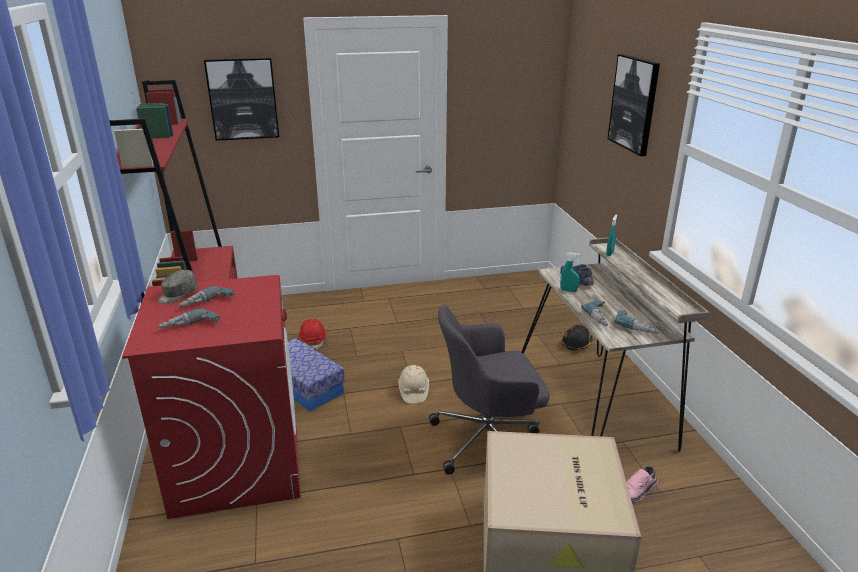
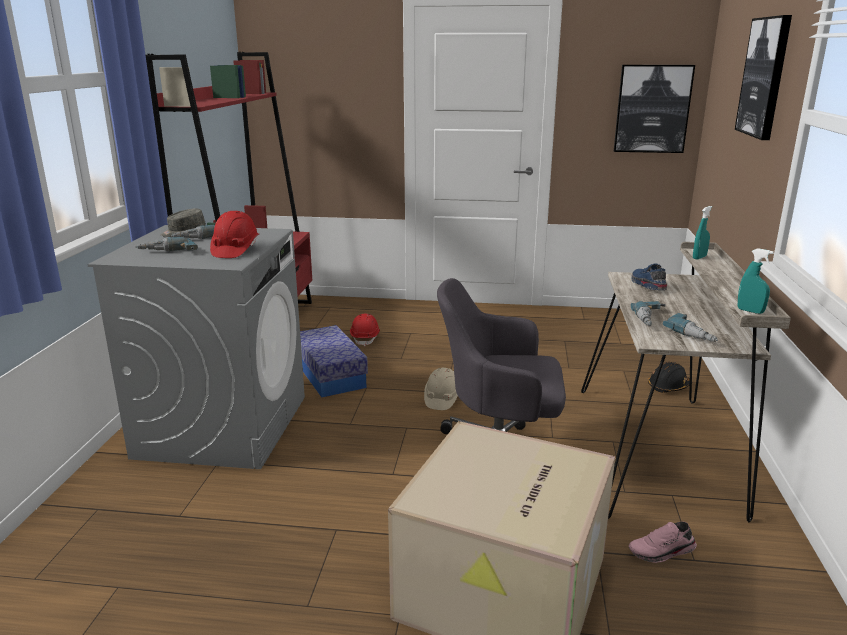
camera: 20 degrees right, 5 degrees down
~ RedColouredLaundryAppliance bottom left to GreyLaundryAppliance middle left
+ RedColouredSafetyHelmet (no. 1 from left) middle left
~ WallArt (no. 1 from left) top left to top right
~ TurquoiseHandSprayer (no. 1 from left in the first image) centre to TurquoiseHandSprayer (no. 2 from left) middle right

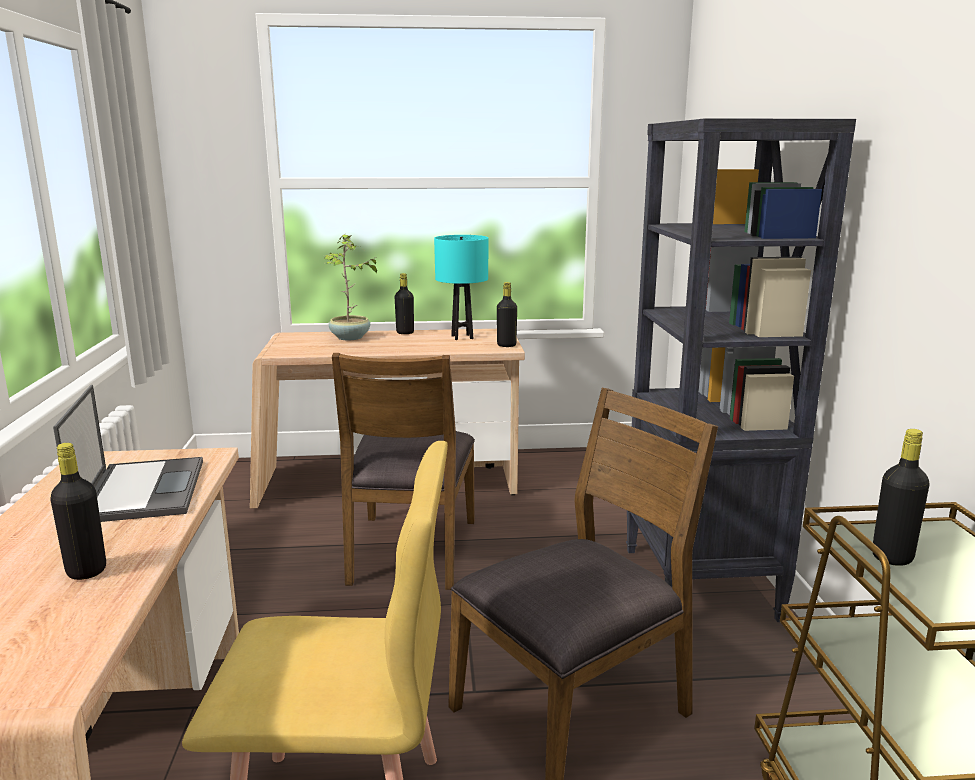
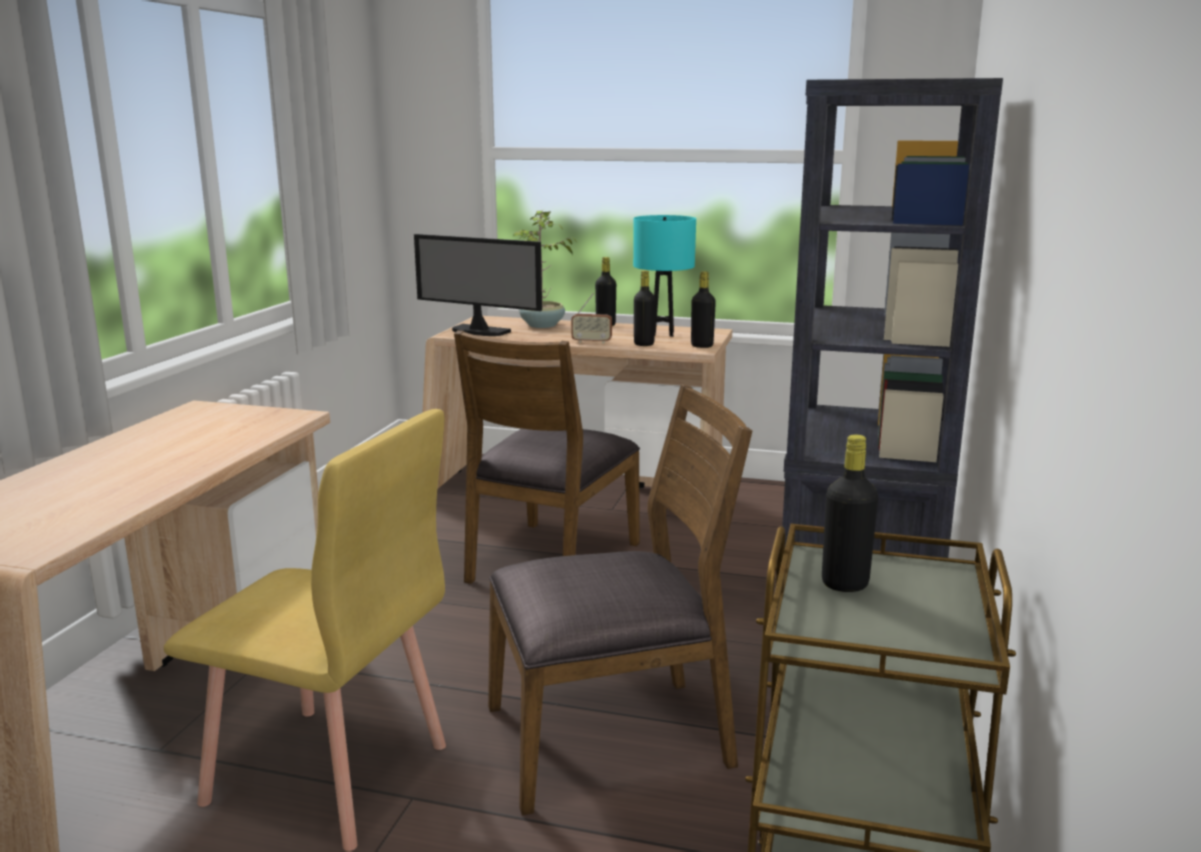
camera: 20 degrees right, 0 degrees up
+ Monitor centre
+ RadioSet centre
~ BlackishDrinkBottle (no. 1 from left in the first image) middle left to BlackishDrinkBottle (no. 2 from left) centre
- Laptop middle left

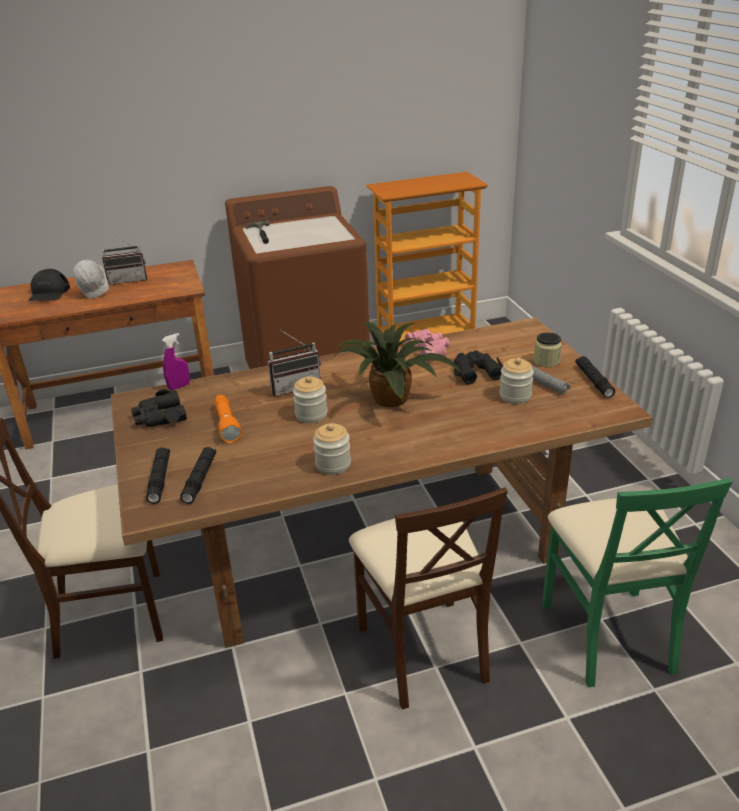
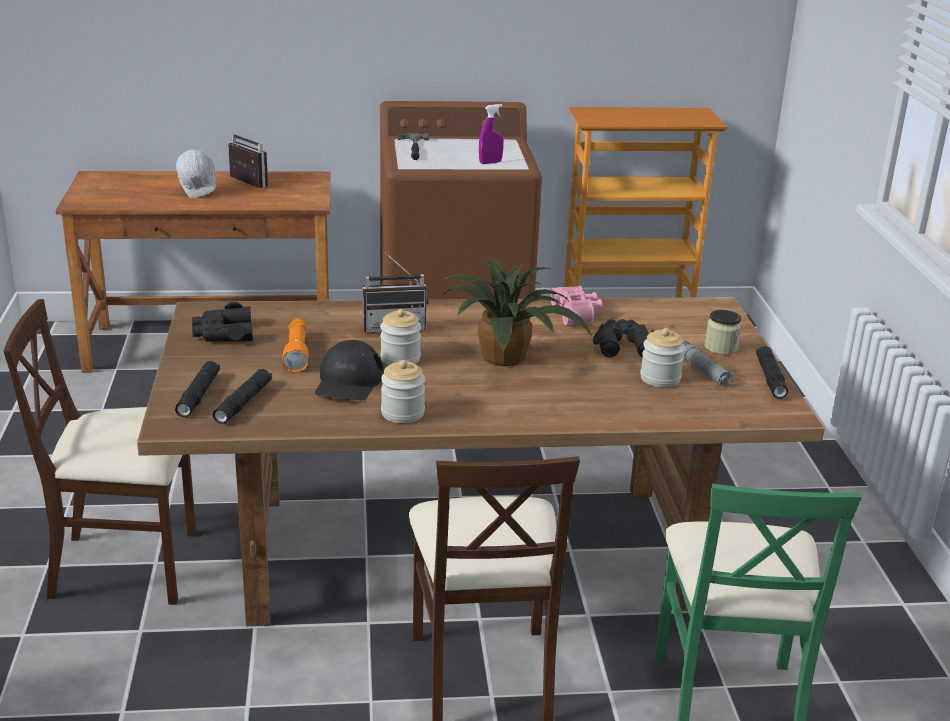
camera: 10 degrees right, 5 degrees down
~ RadioSet (no. 1 from left) top left = top left 135 degrees counterclockwise
~ BlackishCap middle left to centre
~ PurpleColouredHandSprayer middle left to top centre

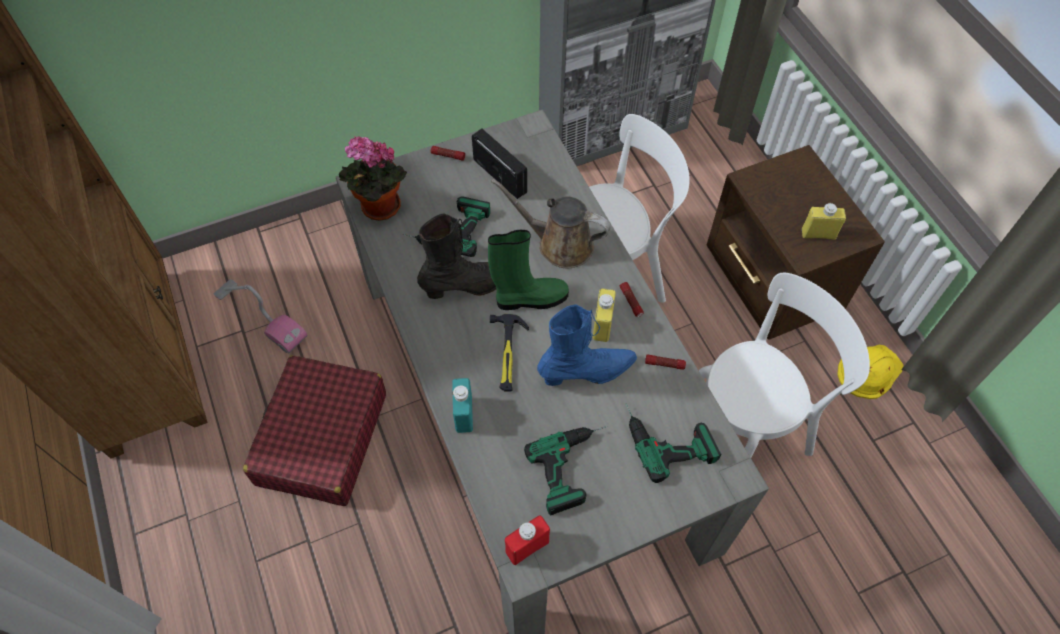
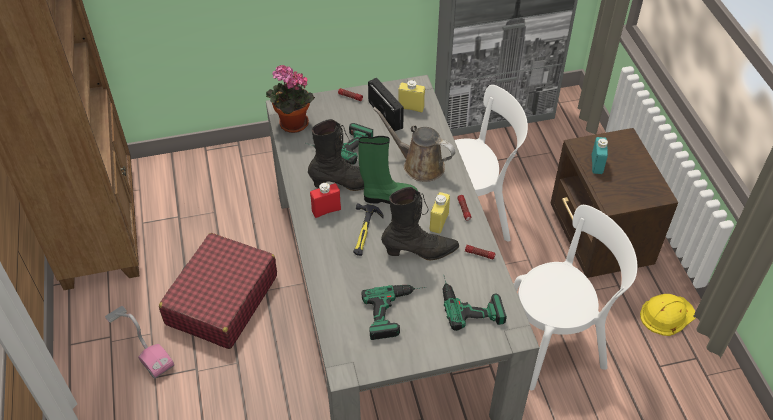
camera: 10 degrees right, 10 degrees down
~ Hoover middle left to bottom left
~ RedColouredDrinkBottle bottom centre to centre
~ BlueHighTopBoot centre to BlackishHighTopBoot (no. 2 from left) centre
~ YellowDrinkBottle (no. 2 from left in the first image) middle right to YellowDrinkBottle (no. 1 from left) top centre
~ TurquoiseDrinkBottle centre to middle right

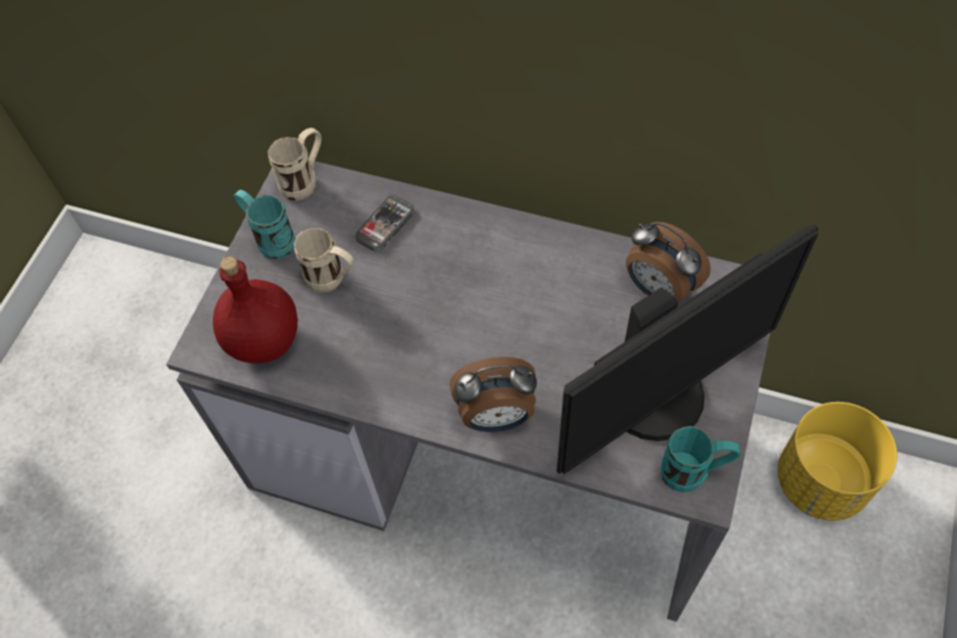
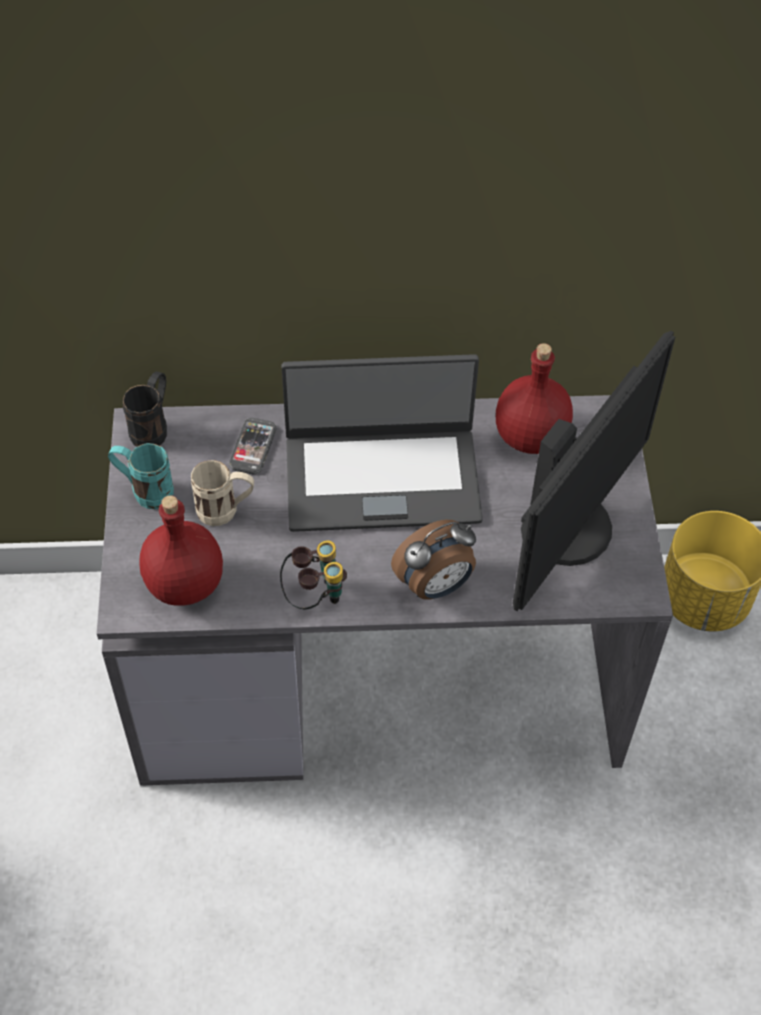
camera: 25 degrees left, 5 degrees down
~ BeigeColouredCoffeeMug (no. 1 from left) top left to BlackishCoffeeMug middle left
+ PairOfBinoculars centre
+ Laptop centre
~ BedsideClock (no. 2 from left) middle right to RedColouredDrinkBottle (no. 2 from left) middle right
- TurquoiseCoffeeMug (no. 2 from left) bottom right

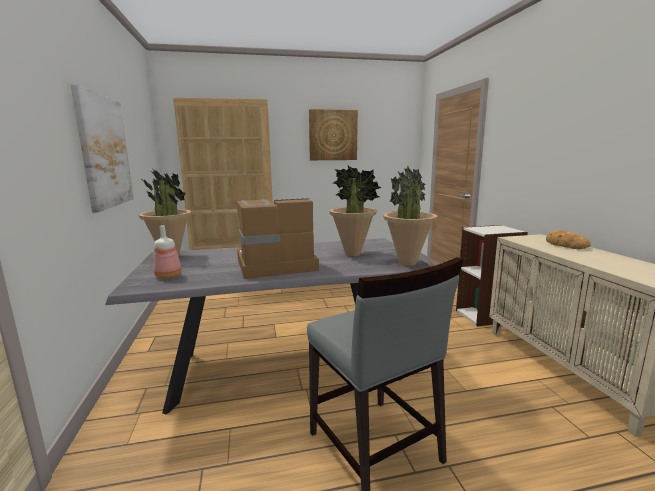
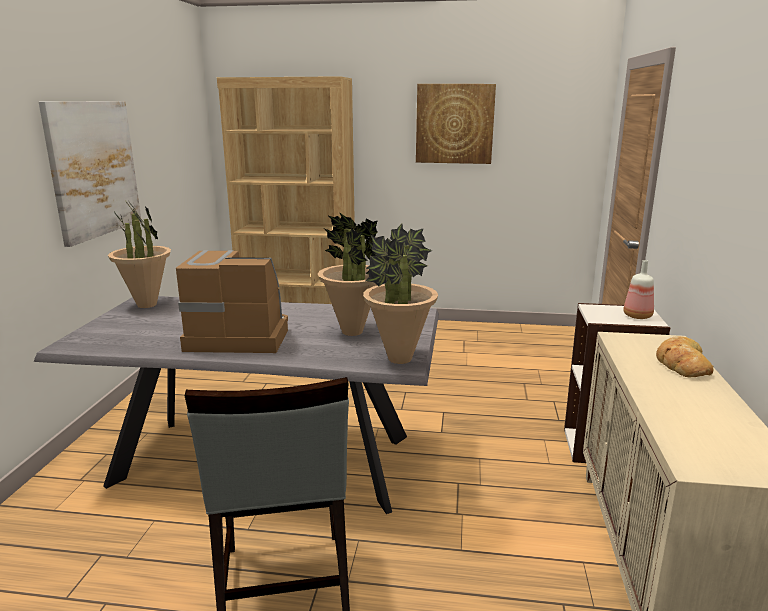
camera: 20 degrees right, 5 degrees up
~ DrinkBottle middle left to middle right

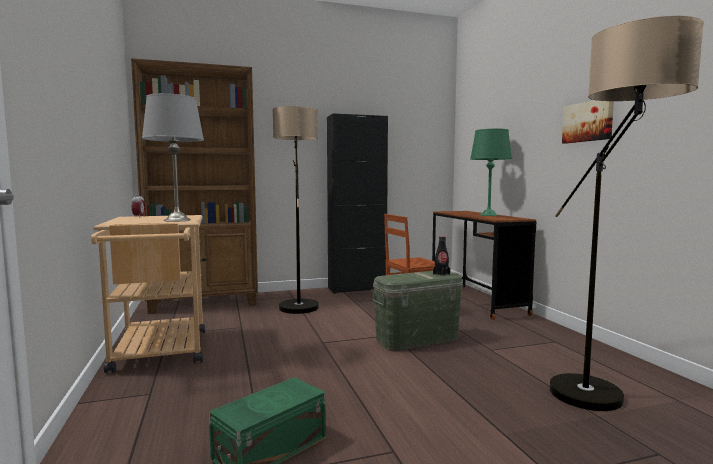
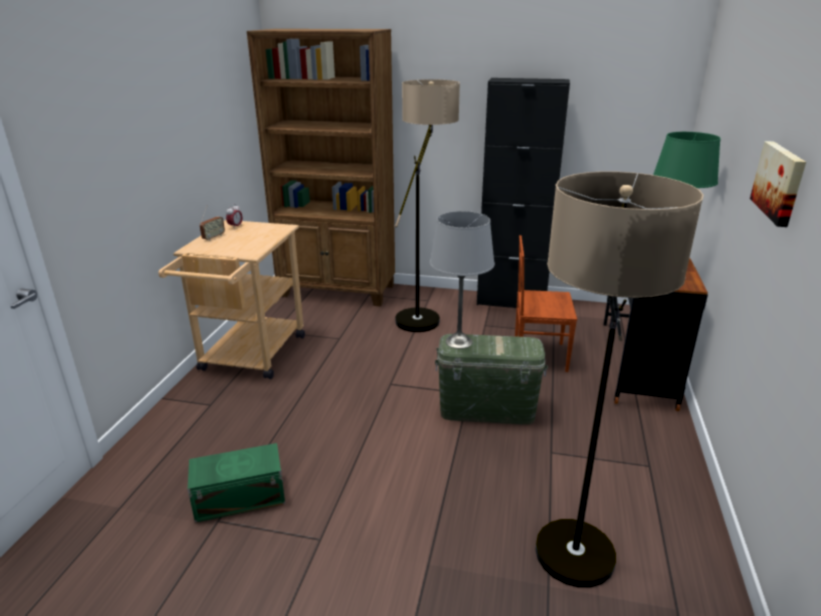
camera: 30 degrees right, 20 degrees up
+ RadioSet middle left
~ GreyTabletopLamp middle left to centre
- BlackishDrinkBottle centre

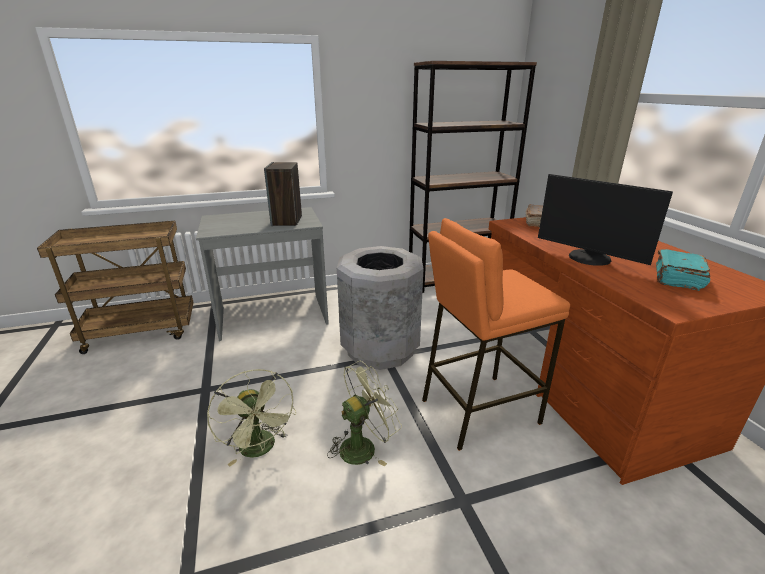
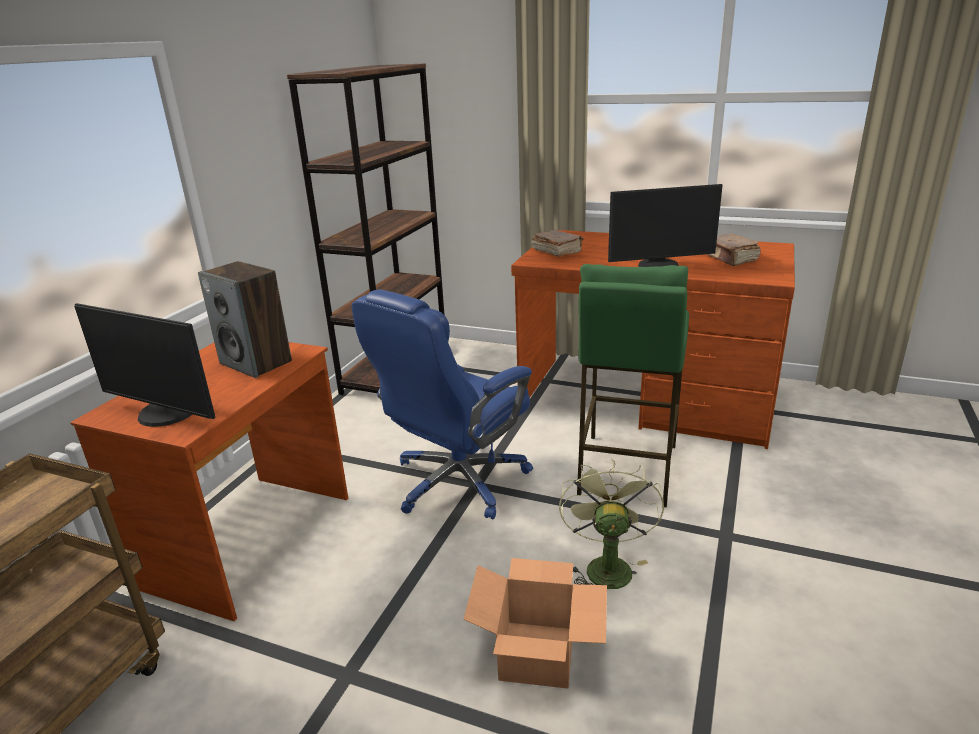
camera: 50 degrees left, 0 degrees up
~ GreyDesk centre to BrownishDesk (no. 1 from left) middle left
+ Monitor (no. 1 from left) middle left
~ GreyRubbishBin centre to BlueOfficeChair centre
~ GreenFan (no. 1 from left) bottom left to PackingBox bottom centre
~ OrangeyStool centre to GreenStool centre
~ TurquoiseVolume middle right to BrownishVolume (no. 2 from left) middle right

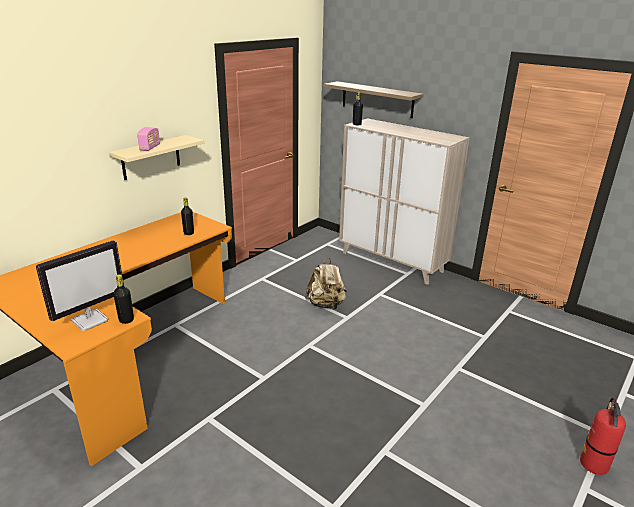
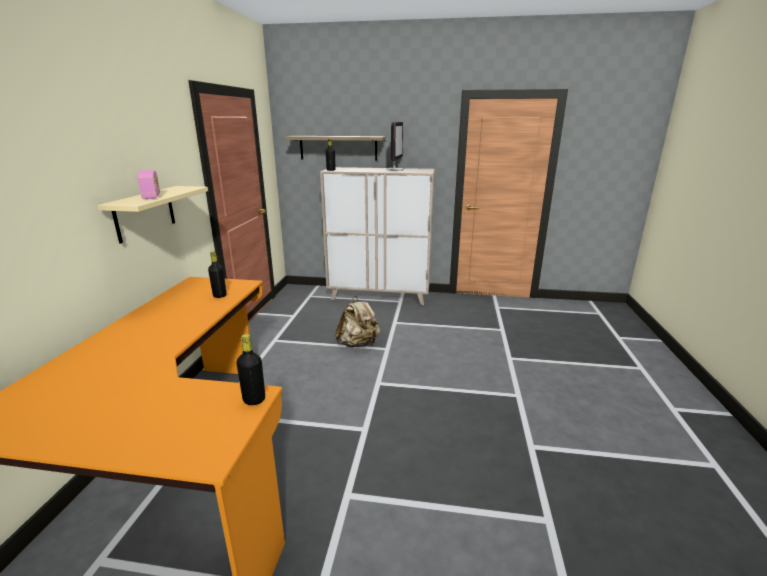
camera: 30 degrees left, 5 degrees down
~ Monitor middle left to top centre
- FireExtinguisher bottom right

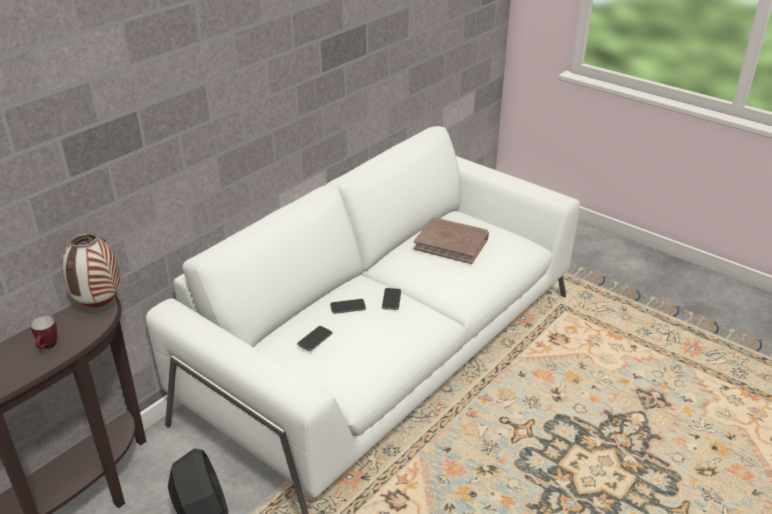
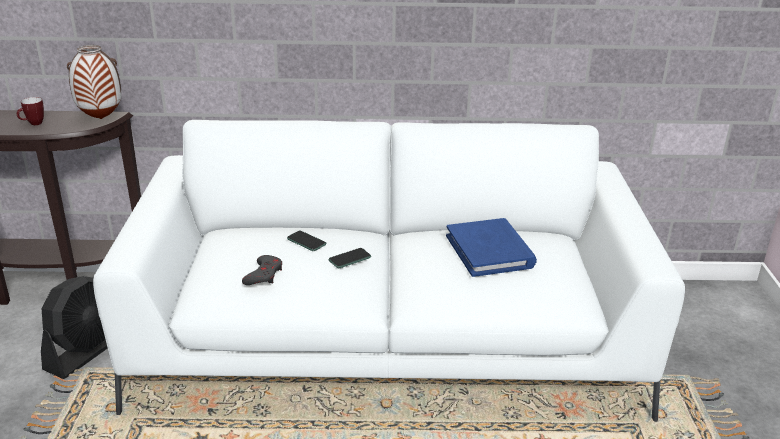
camera: 50 degrees right, 5 degrees down
+ GreyGamepad centre
~ BrownishVolume centre to BlueVolume centre
- Telephone (no. 1 from left) centre

